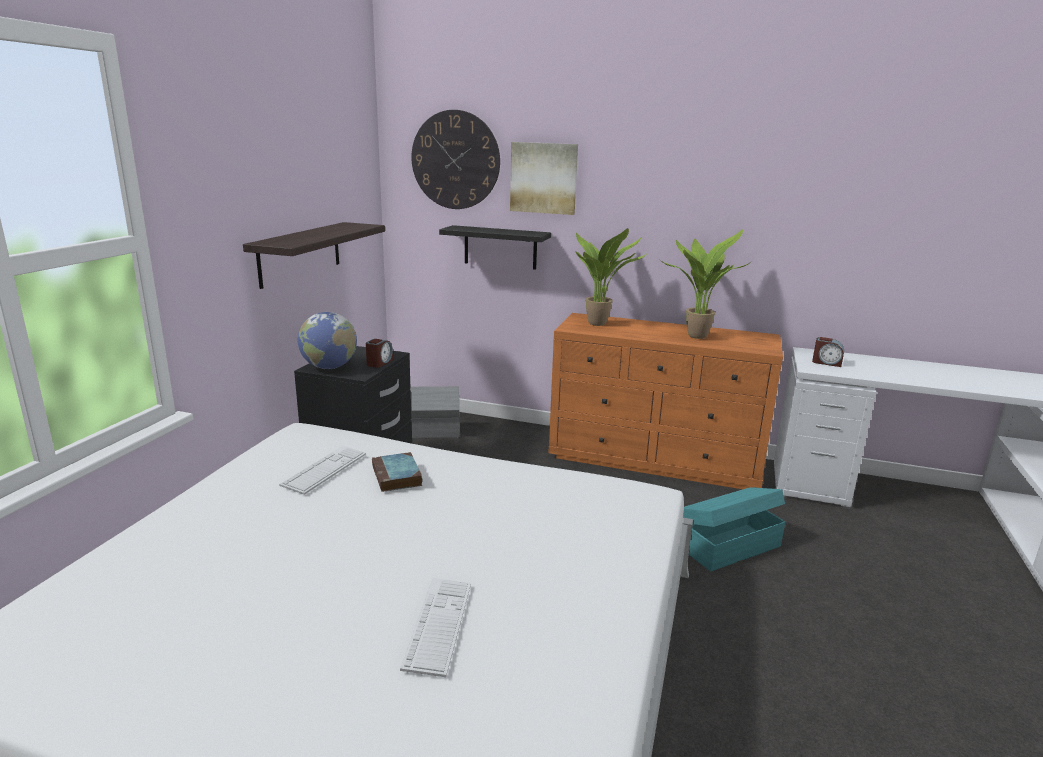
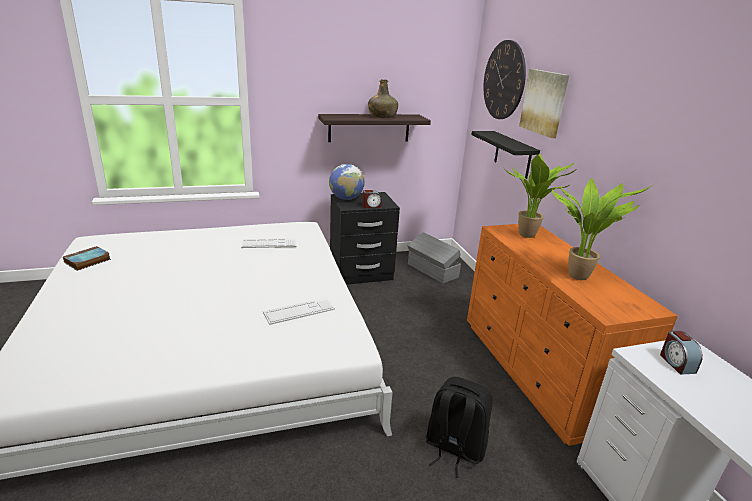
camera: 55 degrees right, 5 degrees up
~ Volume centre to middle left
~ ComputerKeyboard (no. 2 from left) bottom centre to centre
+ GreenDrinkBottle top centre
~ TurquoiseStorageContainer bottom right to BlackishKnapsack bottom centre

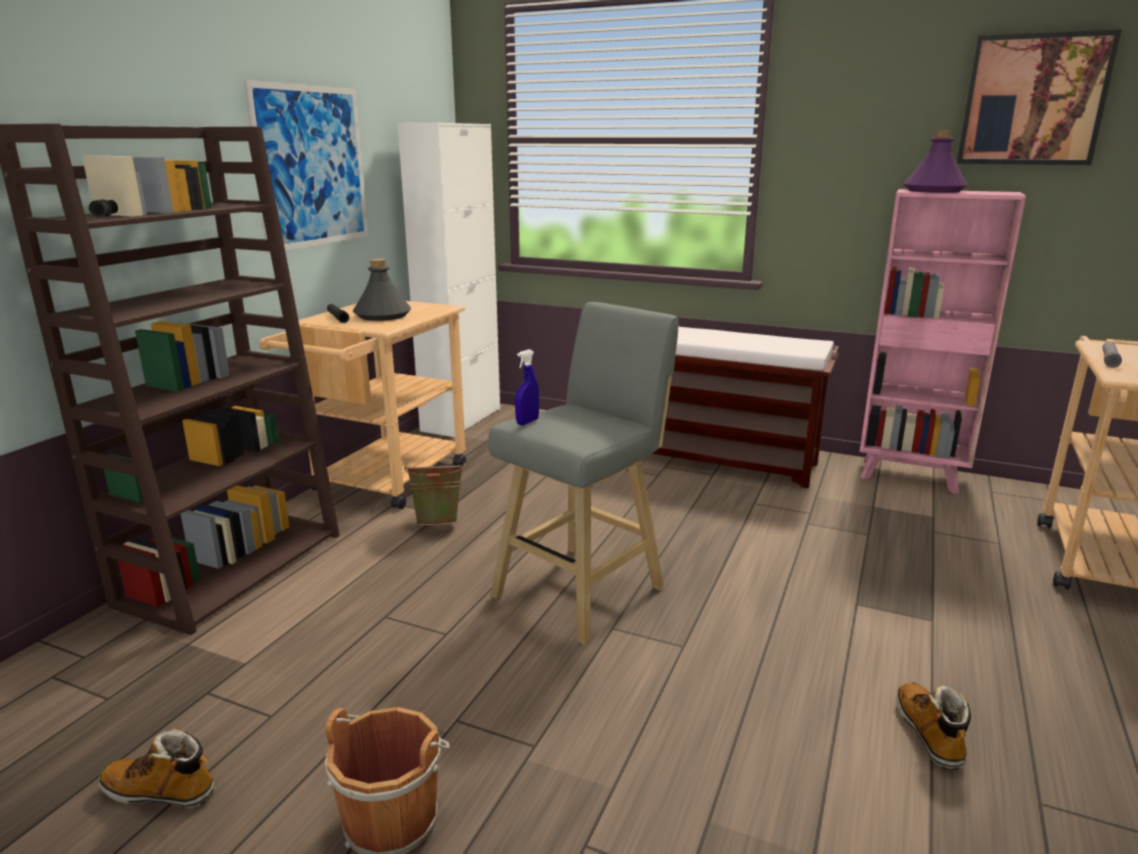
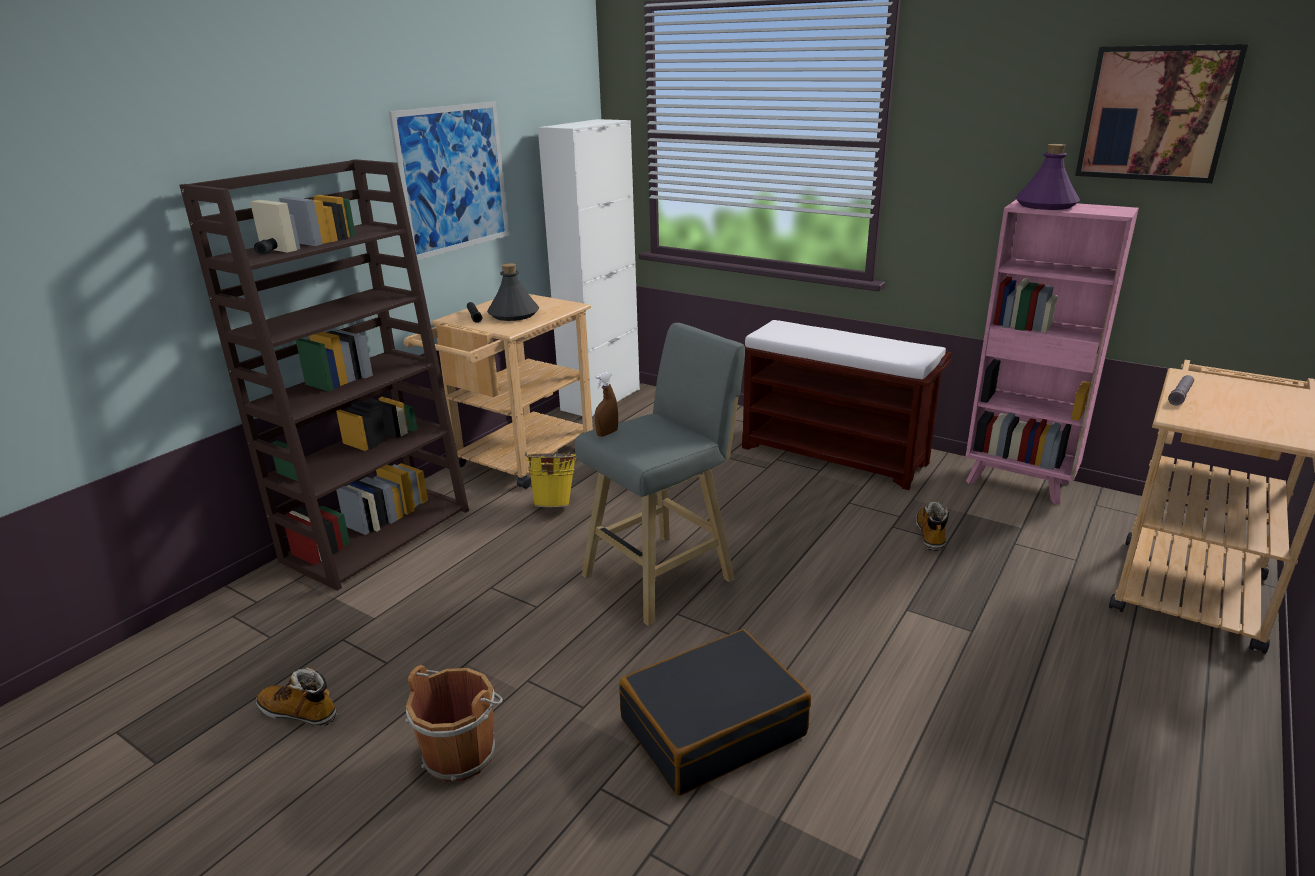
camera: 10 degrees right, 5 degrees up
~ GreenBucket centre to YellowBucket centre
~ BlueHandSprayer centre to BrownishHandSprayer centre
+ BlackishTravelCase bottom centre
~ HighTopBoot (no. 2 from left) bottom right to middle right

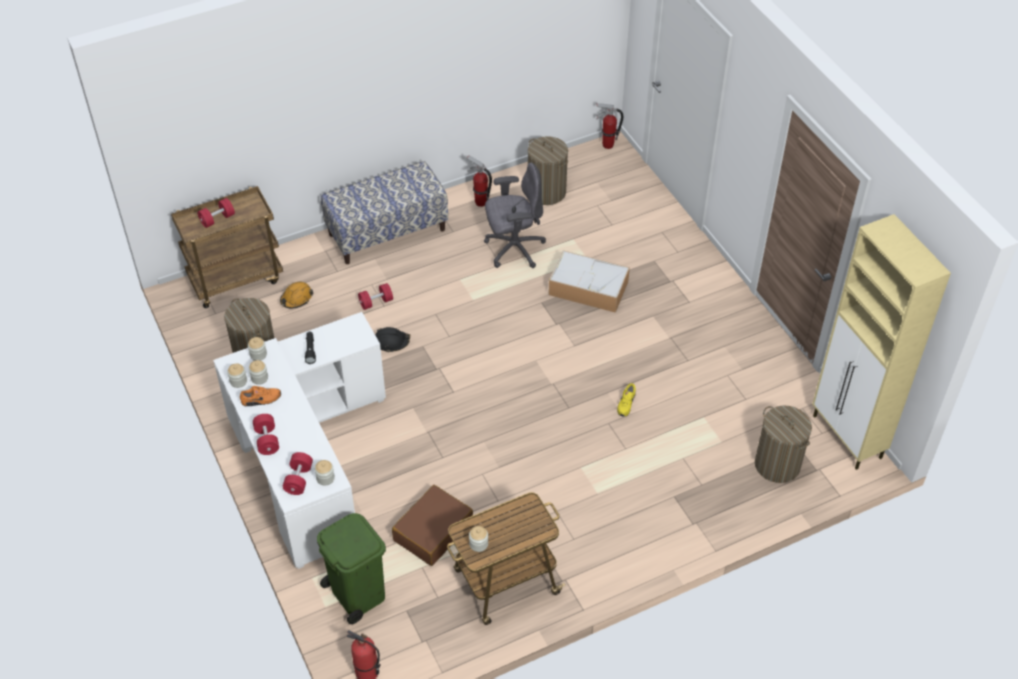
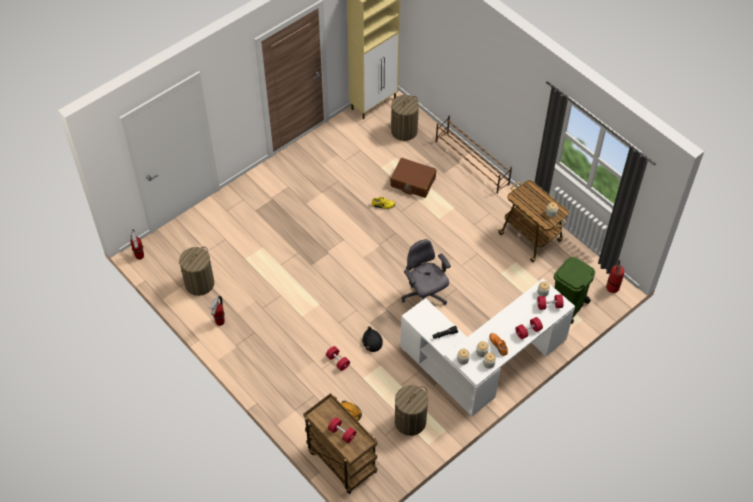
camera: 105 degrees left, 5 degrees up
~ BrownishTravelCase bottom centre to centre
~ GreyOfficeChair top centre to centre
+ BrownishShoeStand top centre
- Bench top centre
- StorageContainer centre

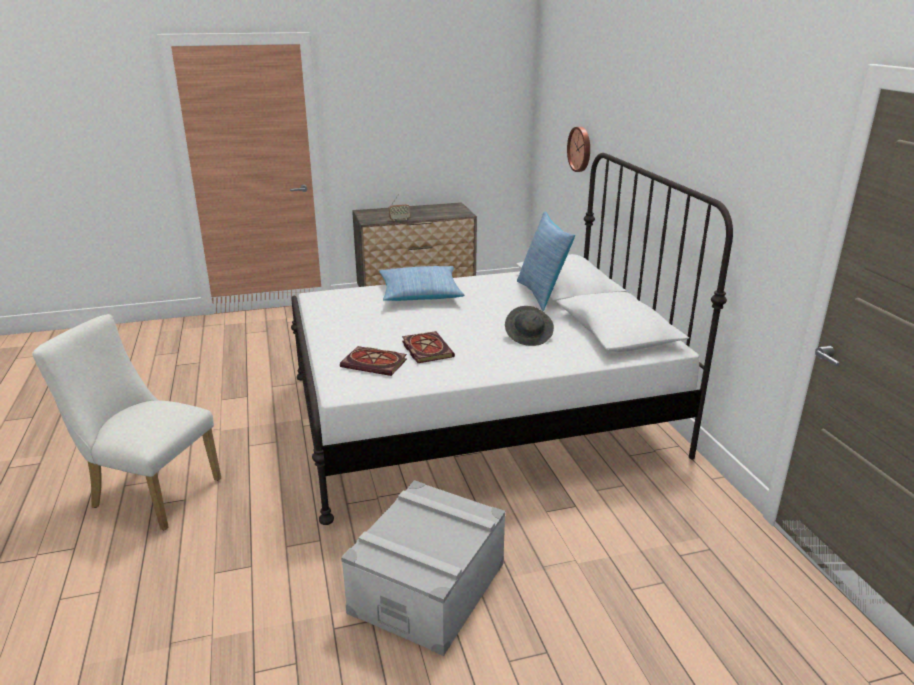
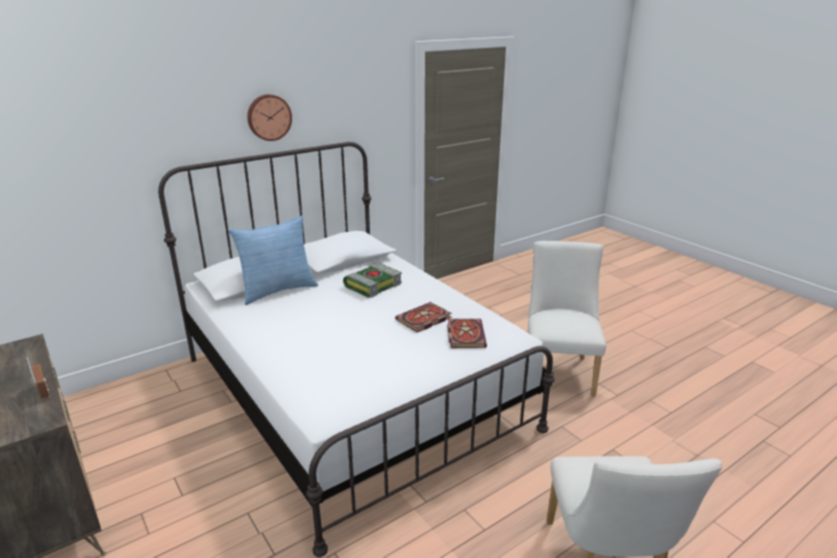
camera: 110 degrees left, 0 degrees up
~ WallClock top centre to top left
~ GreyClothingHat centre to Volume (no. 1 from left) centre
~ GreyStorageContainer bottom centre to WhitishUprightChair (no. 1 from left) middle right
- Pillow (no. 1 from left) centre

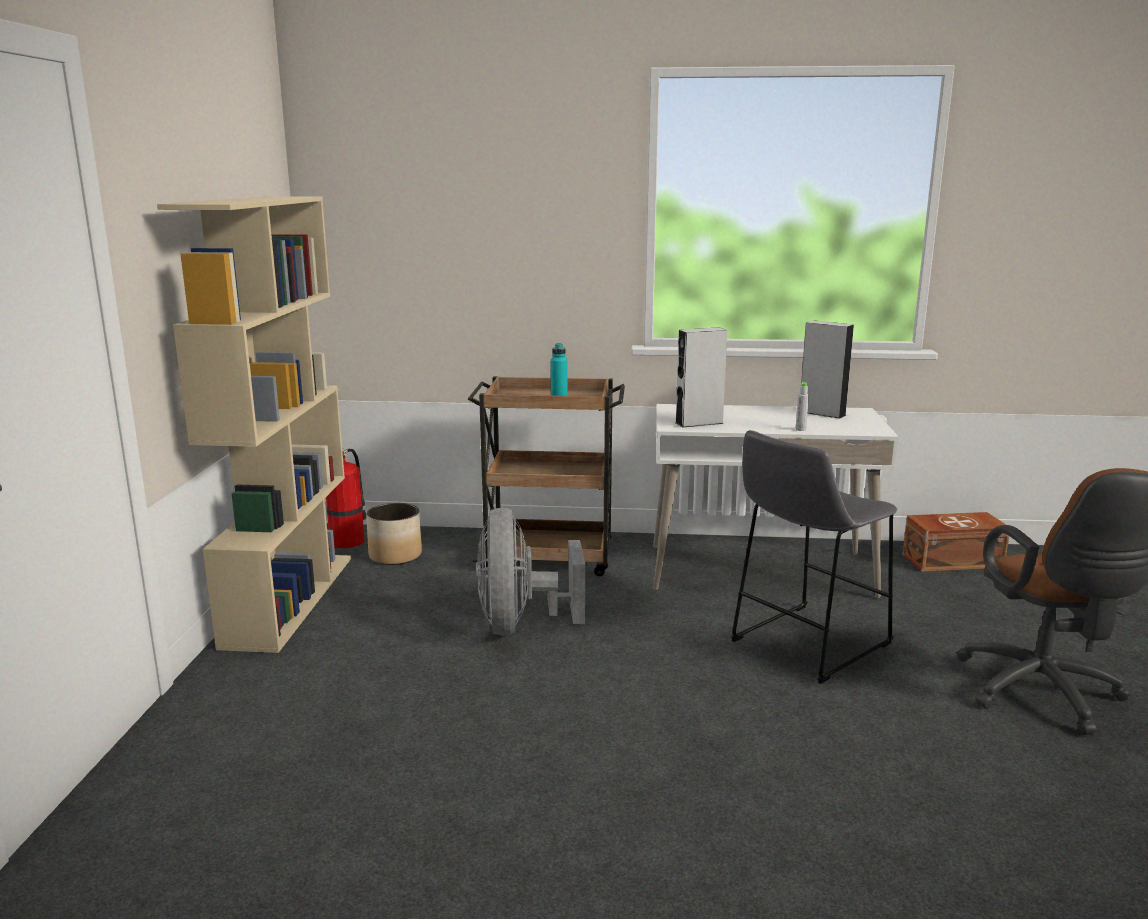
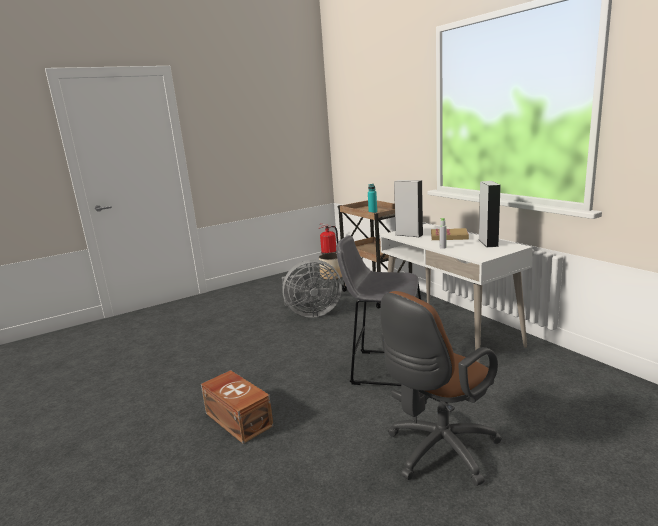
camera: 55 degrees right, 0 degrees up
~ BrownishStorageContainer middle right to bottom centre
~ GreyFan centre = centre 150 degrees counterclockwise
+ Volume middle right
- BeigeColouredShelvingUnit middle left

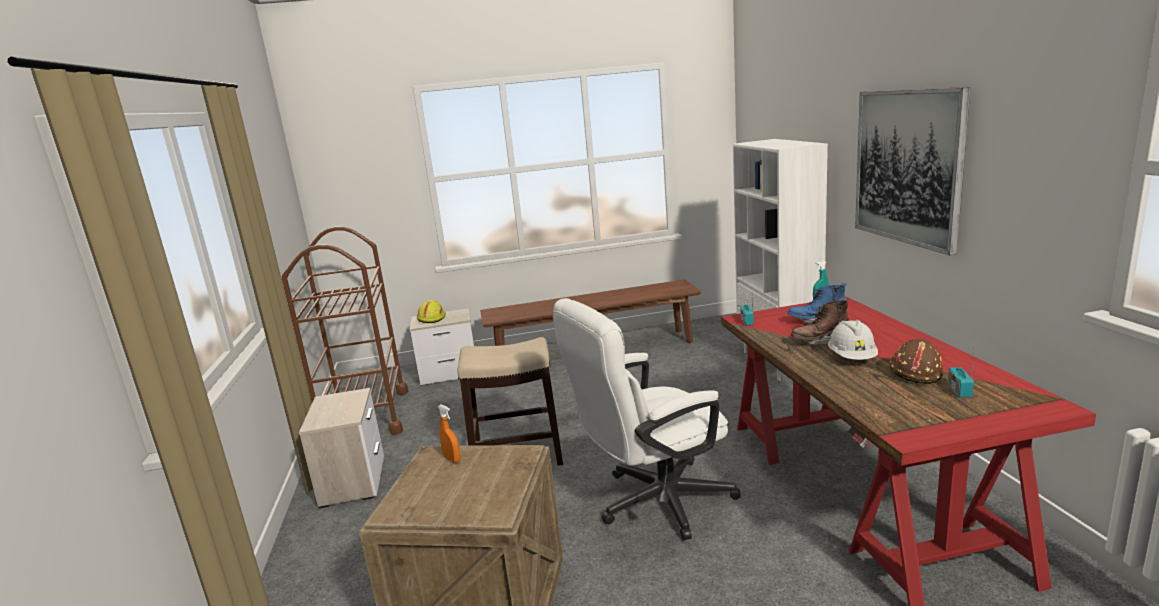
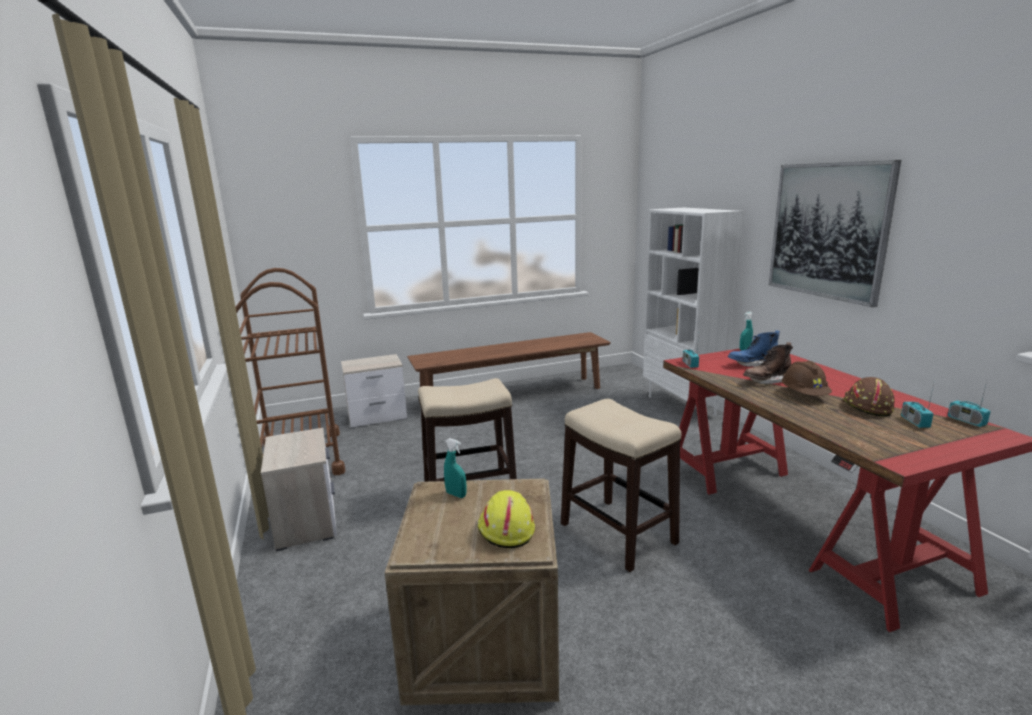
camera: 10 degrees left, 0 degrees up
~ OrangeyHandSprayer bottom centre to TurquoiseHandSprayer (no. 1 from left) centre
~ YellowSafetyHelmet centre to bottom centre
~ WhitishOfficeChair bottom centre to Stool (no. 2 from left) bottom centre
~ WhitishSafetyHelmet middle right to BrownishSafetyHelmet (no. 1 from left) middle right
+ RadioSet (no. 3 from left) middle right

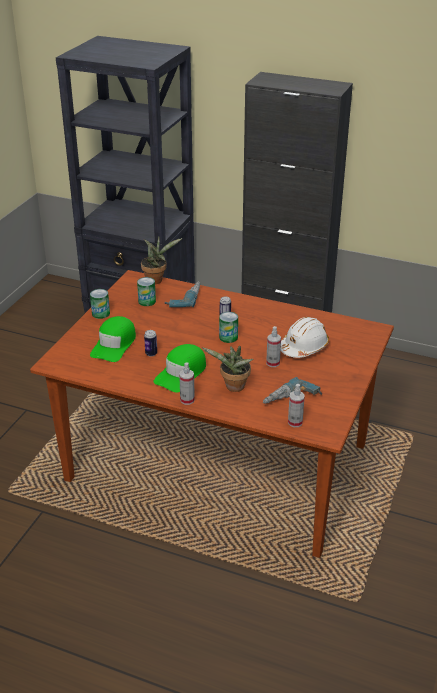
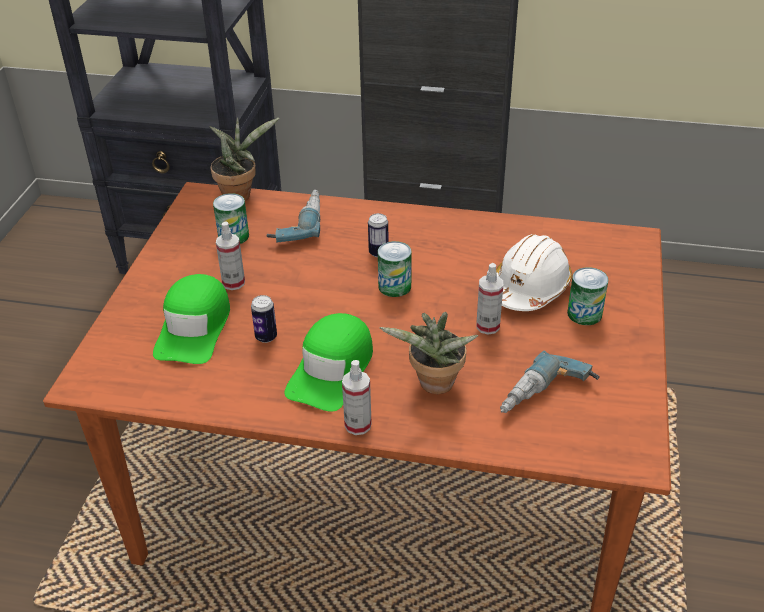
camera: 10 degrees left, 5 degrees up
~ HandSprayer (no. 3 from left in the first image) middle right to HandSprayer (no. 1 from left) middle left
~ SealedCan (no. 1 from left in the first image) middle left to SealedCan (no. 5 from left) middle right

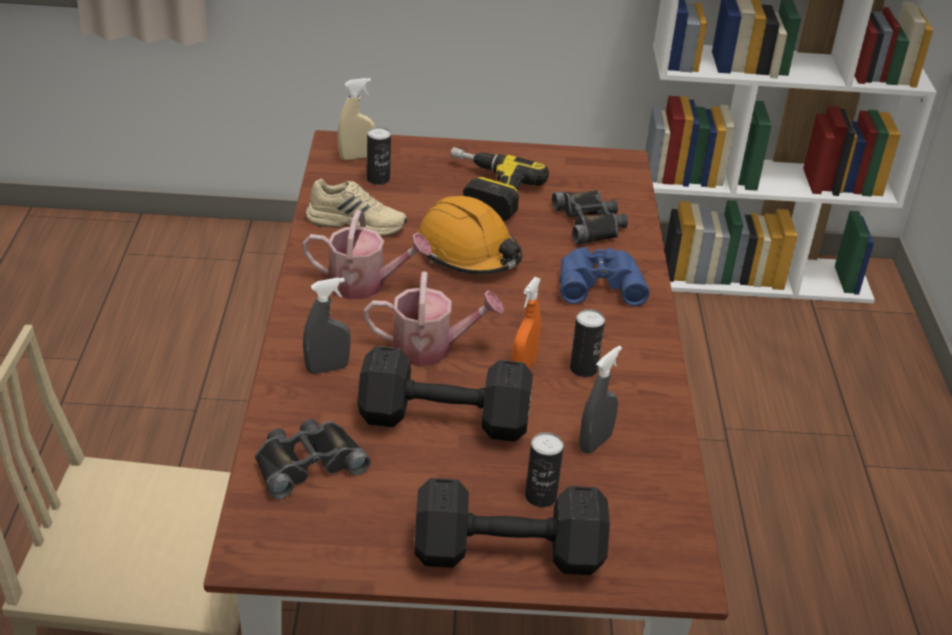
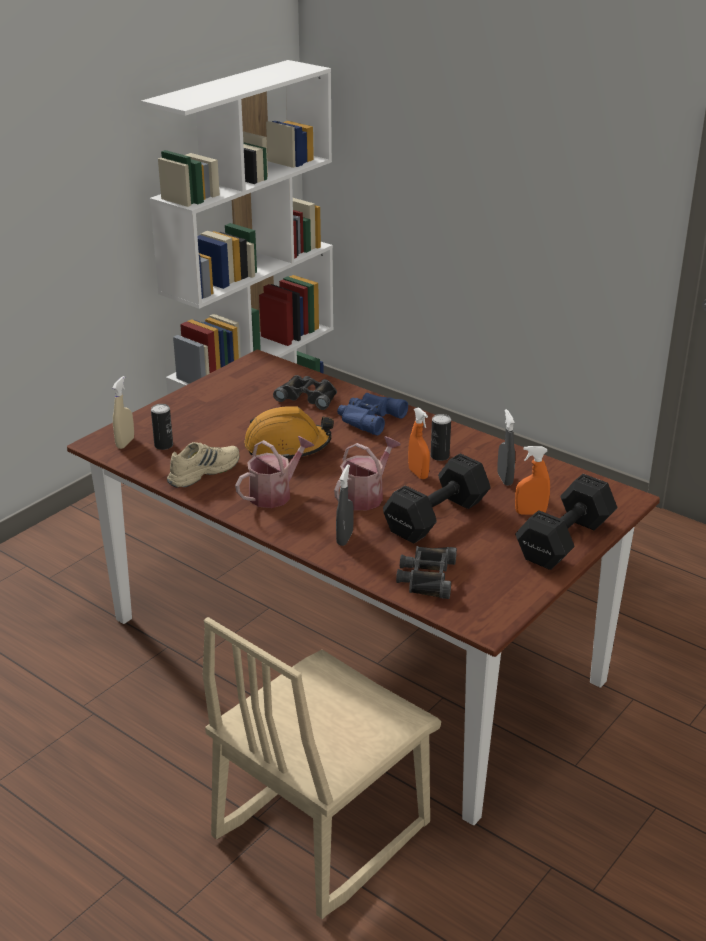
camera: 50 degrees left, 5 degrees down
~ SealedCan (no. 2 from left) bottom centre to OrangeyHandSprayer (no. 2 from left) middle right
- Drill top centre

